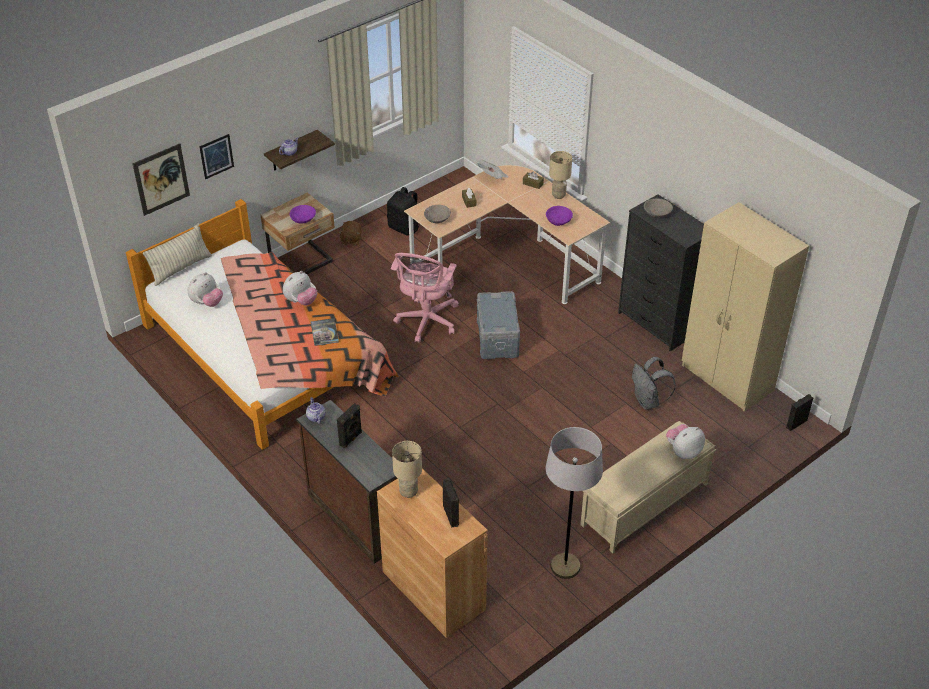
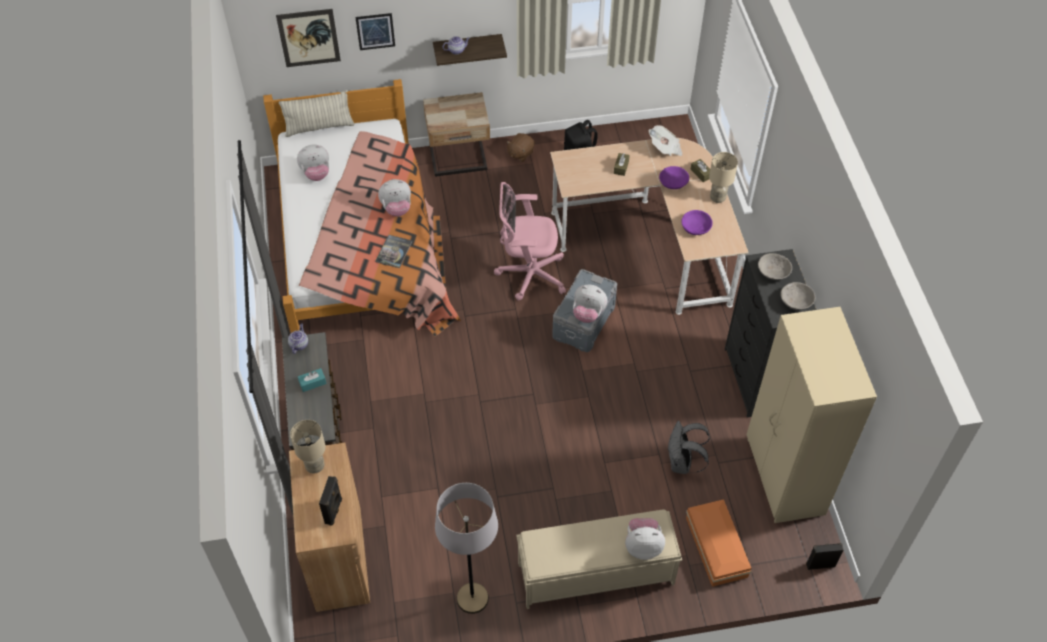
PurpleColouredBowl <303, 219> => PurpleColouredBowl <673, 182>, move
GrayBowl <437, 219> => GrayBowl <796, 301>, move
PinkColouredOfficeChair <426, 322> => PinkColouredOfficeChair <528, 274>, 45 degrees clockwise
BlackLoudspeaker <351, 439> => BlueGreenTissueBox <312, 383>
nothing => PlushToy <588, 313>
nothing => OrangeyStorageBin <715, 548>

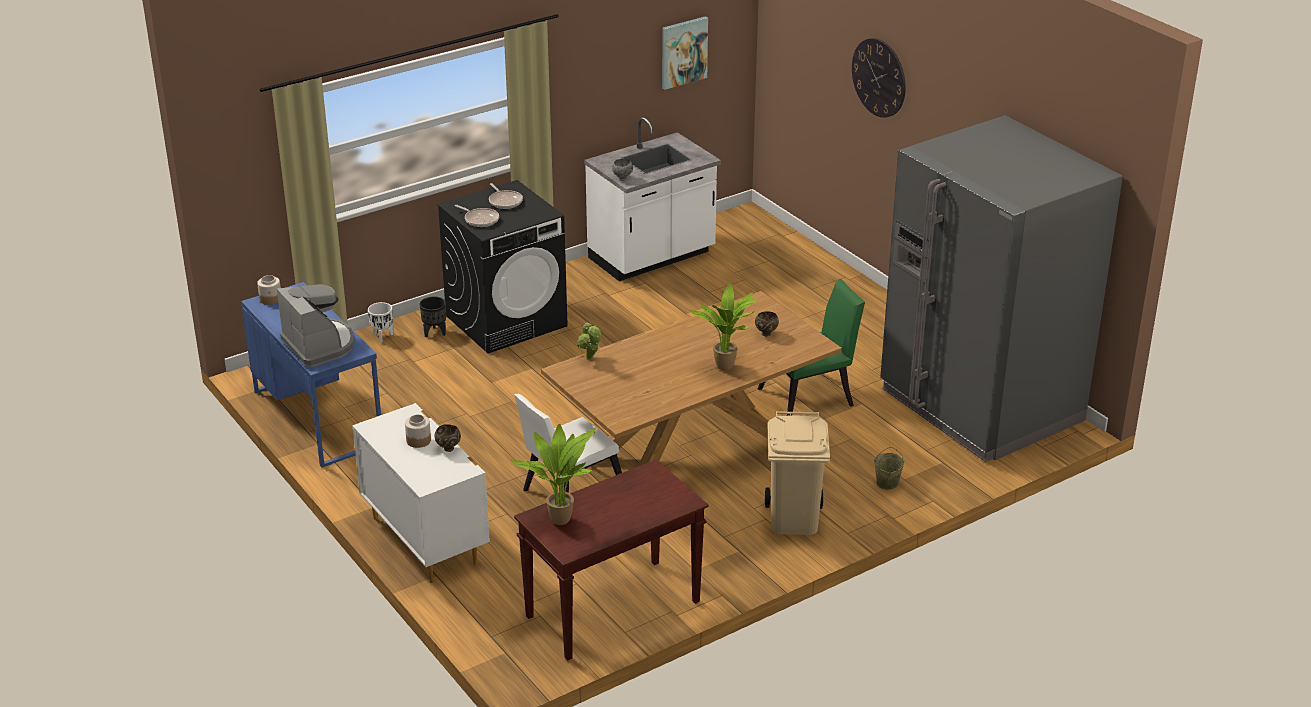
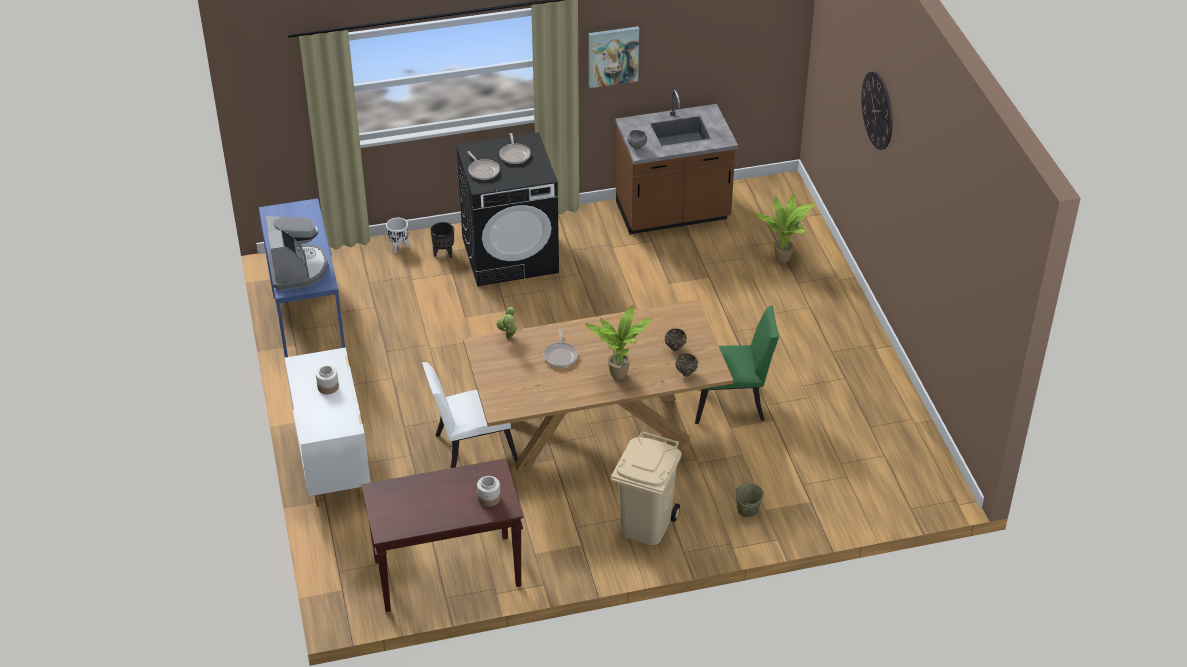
Picture <683, 52> => Picture <613, 56>, move
GrayKitchenFridge <981, 406> => nothing
WhitishKitchenCounter <652, 257> => BrownishKitchenCounter <673, 214>
PreserveJar <271, 299> => PreserveJar <489, 498>, move
BrownishBowl <448, 449> => BrownishBowl <685, 373>, move
Houseplant <560, 518> => Houseplant <783, 258>, move
nothing => FryingPan <560, 355>

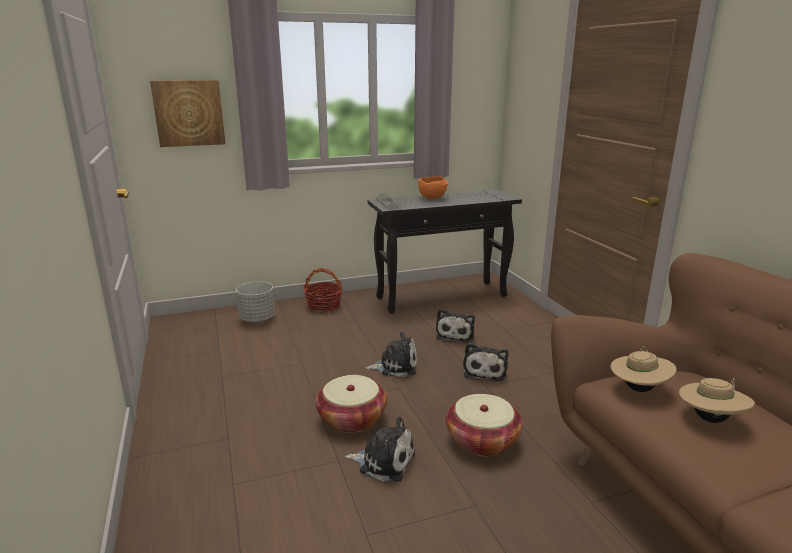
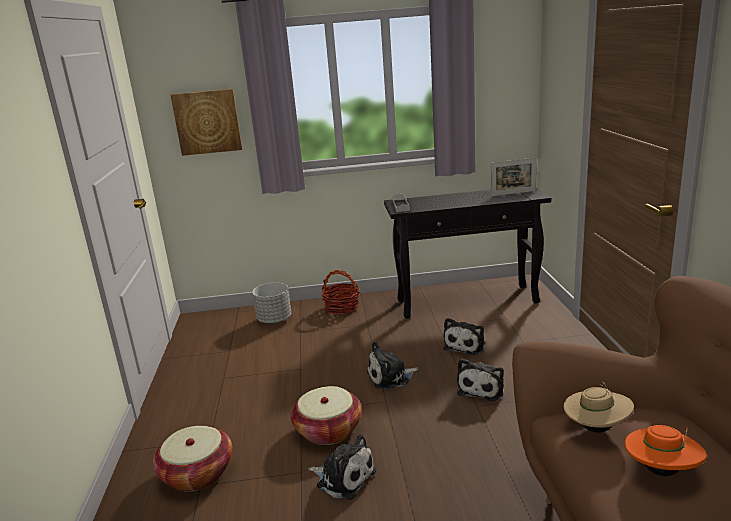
OrangeyBowl <433, 198> => nothing
PlushToy <395, 366> => PlushToy <390, 377>, 150 degrees clockwise
SandColouredHat <710, 419> => OrangeyHat <661, 470>
Basket <482, 440> => Basket <197, 474>, move
nothing => StandingFrame <513, 193>

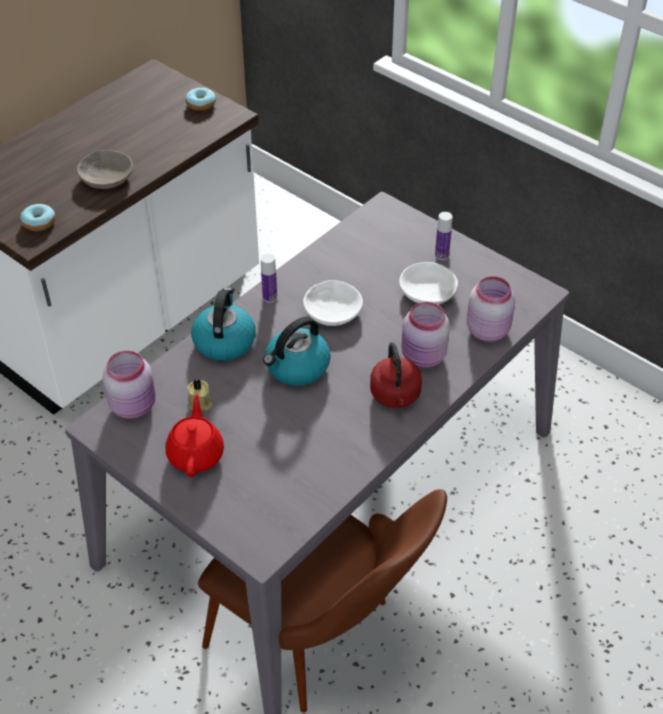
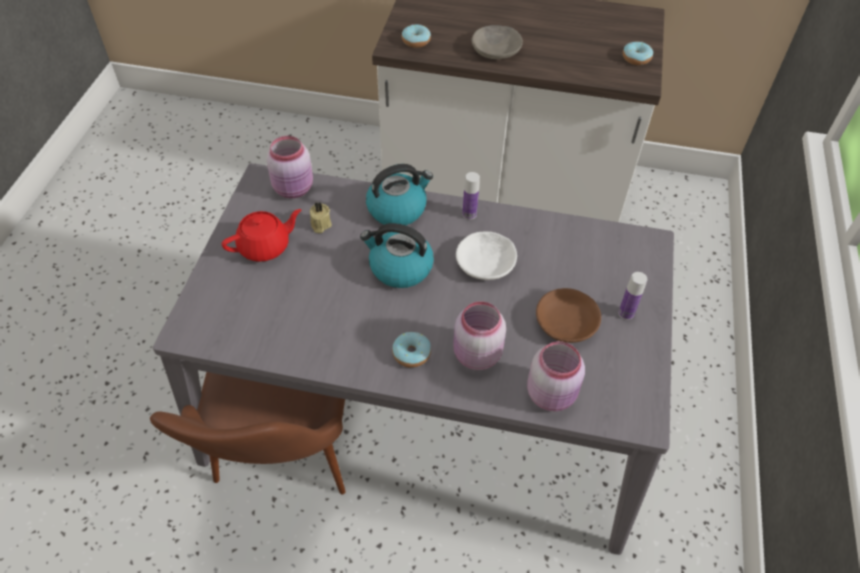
WhitishBowl <428, 292> => BrownishBowl <565, 323>
RedColouredWaterKettle <395, 396> => Donut <411, 353>

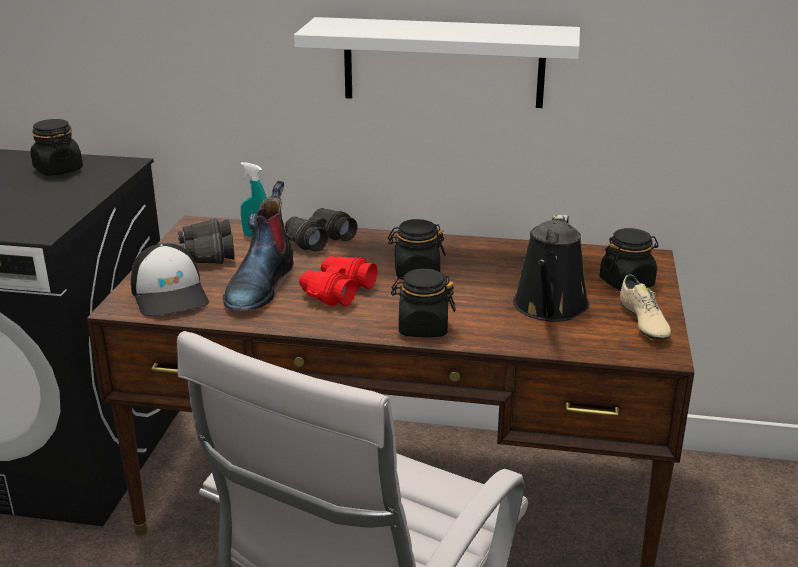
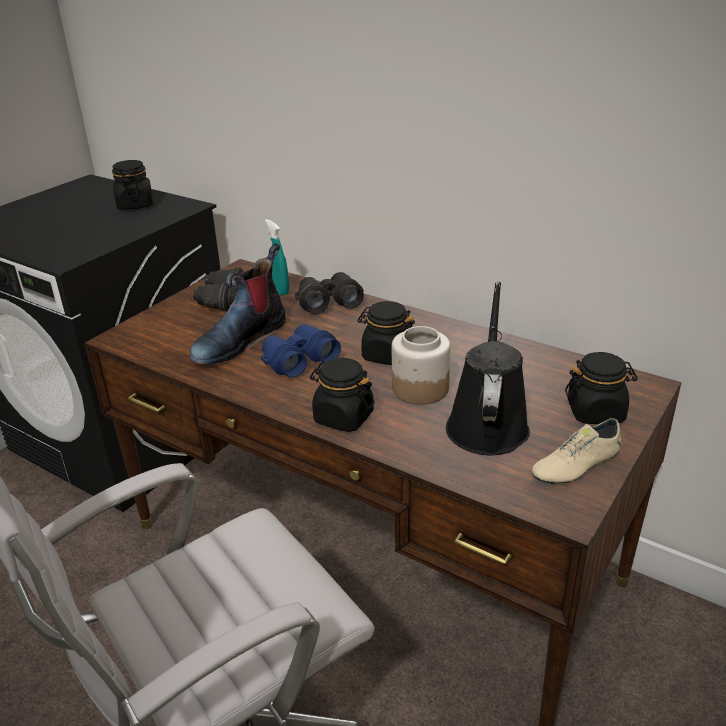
WhitishBracketShelf <443, 62> => nothing
BlackWateringPot <549, 307> => BlackWateringPot <487, 423>, 150 degrees clockwise
PeakedCap <170, 294> => nothing
RedColouredBinoculars <337, 291> => BluishBinoculars <299, 360>
SandColouredItemOfFootwear <643, 323> => SandColouredItemOfFootwear <575, 466>, 45 degrees clockwise
nothing => PreserveJar <419, 388>

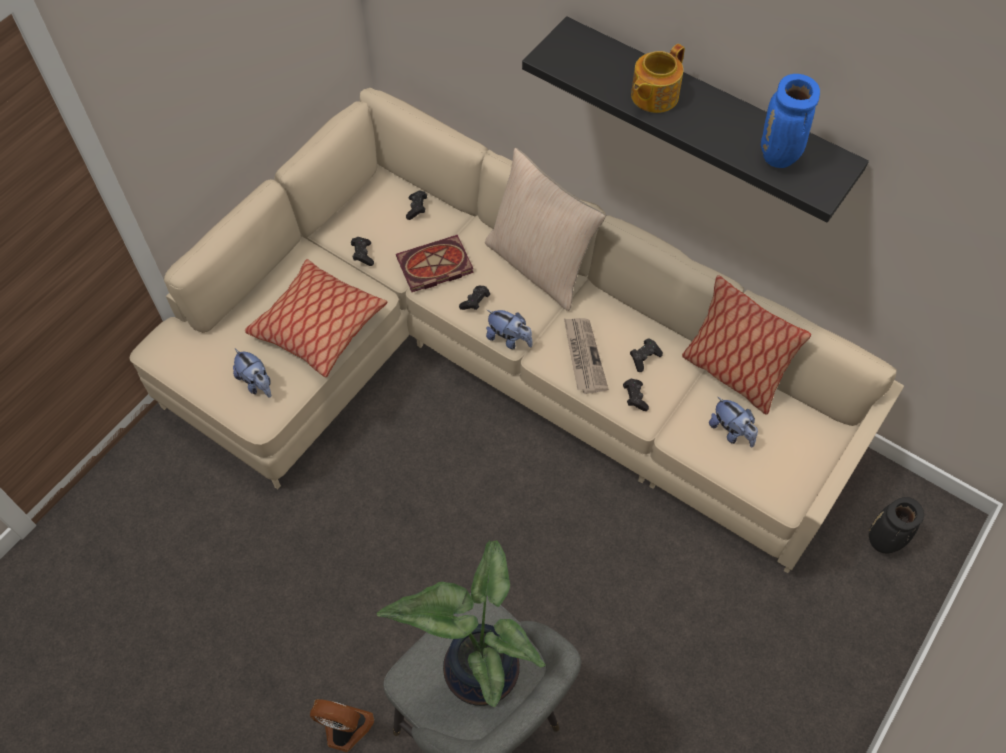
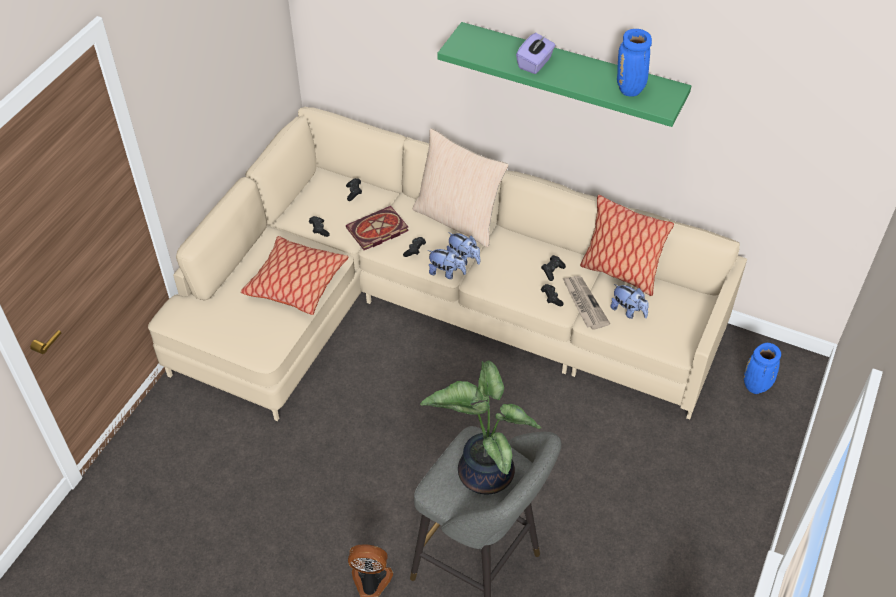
BlackBracketShelf <704, 109> => GreenColouredBracketShelf <571, 72>
TeaPot <653, 96> => PurpleColouredTissueBox <535, 63>
Newspaper <583, 356> => Newspaper <584, 303>, move
PlushToy <257, 383> => PlushToy <463, 258>, move
BlackVase <883, 542> => BluishVase <756, 387>

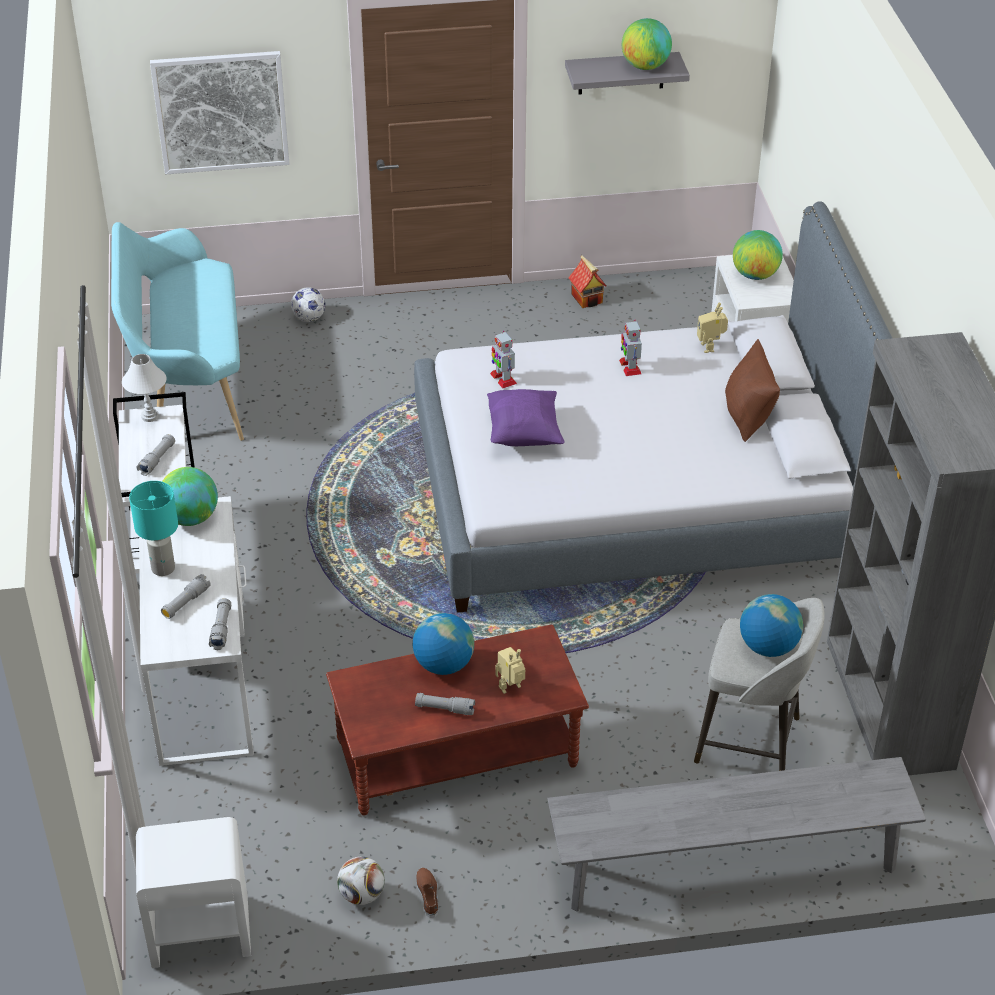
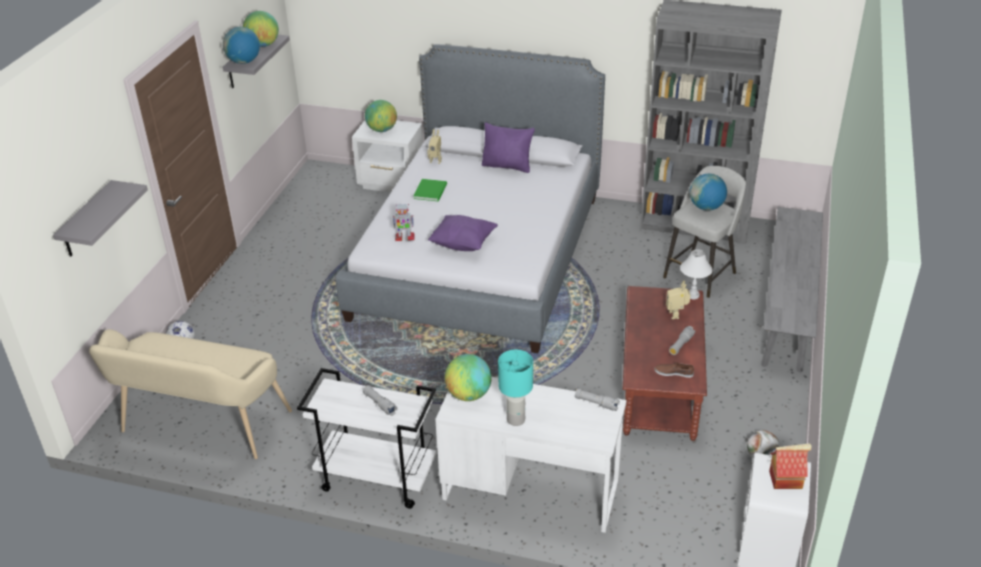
Picture <221, 112> => GrayBracketShelf <87, 220>
BlueGreenLongSeat <188, 385> => SandColouredLongSeat <200, 426>
ModelHouse <587, 298> => ModelHouse <786, 479>, move
ModelRobot <630, 367> => GreenColouredBook <431, 190>
BrownishThrowPillow <748, 416> => PurpleColouredThrowPillow <507, 166>
WhitishLampForATable <150, 416> => WhitishLampForATable <693, 295>, move
GrayFlashlight <186, 602> => nothing
WorldGlobe <443, 665> => WorldGlobe <244, 62>, move
BrownishItemOfFootwear <428, 894> => BrownishItemOfFootwear <673, 372>, move

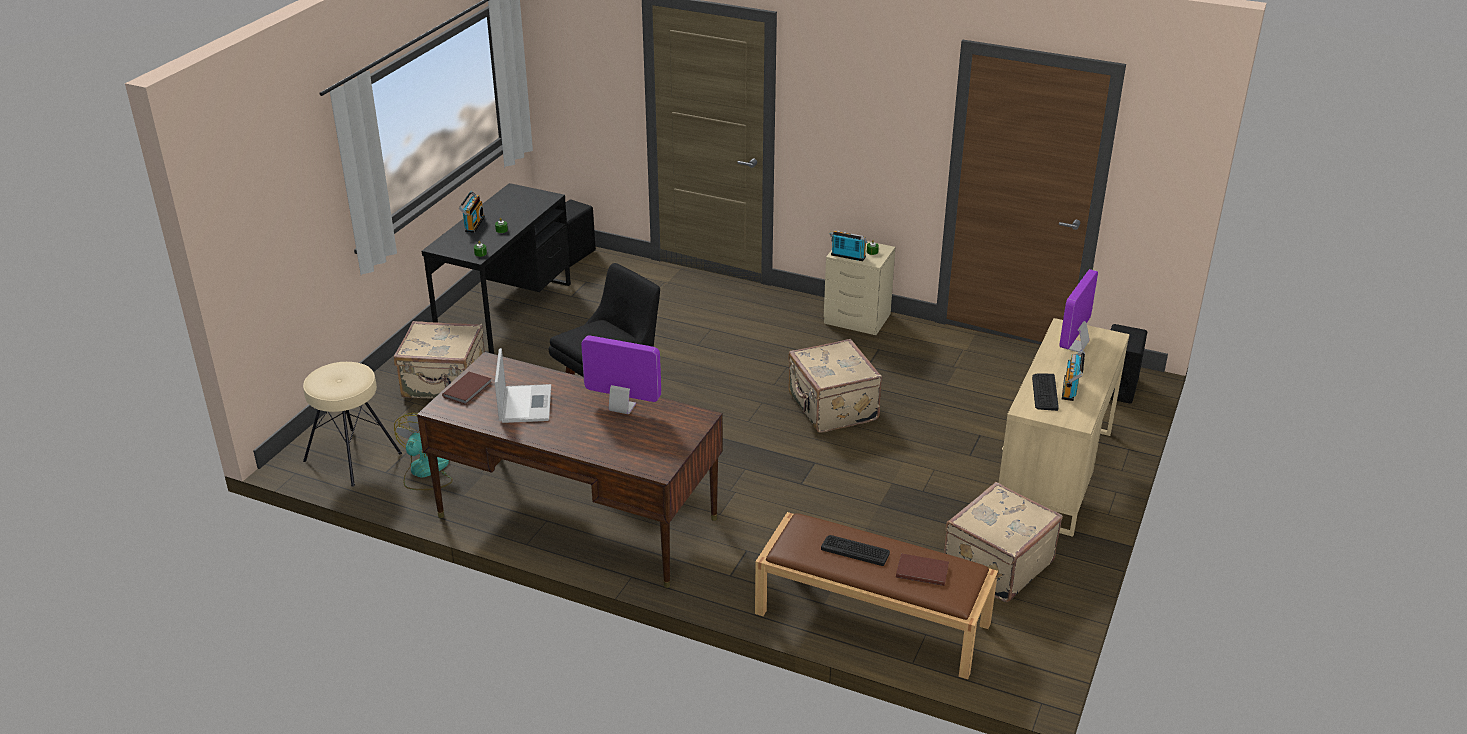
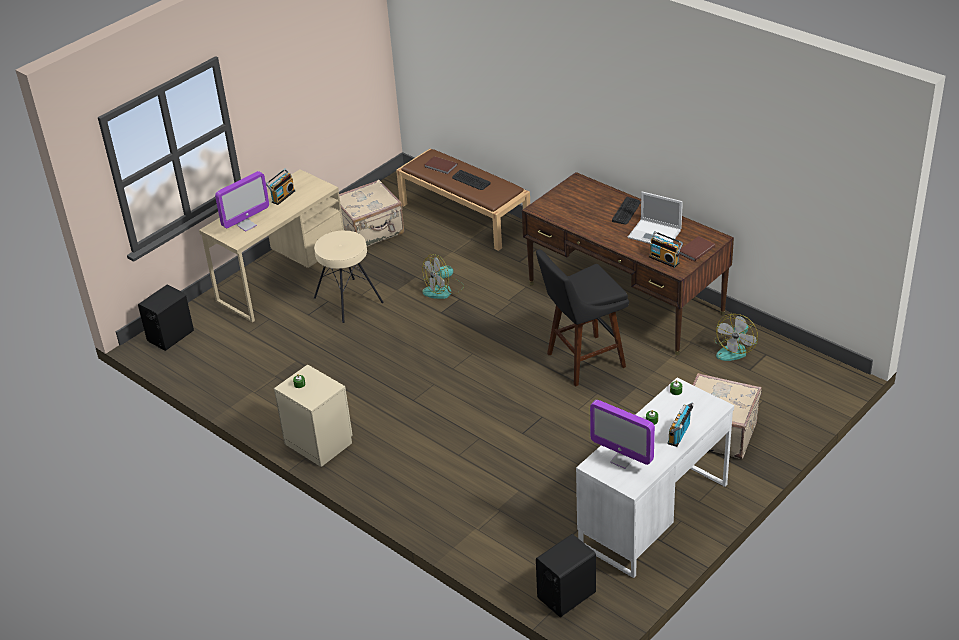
BlackDeskTable <506, 312> => WhitishDeskTable <653, 514>
RadioReceiver <847, 257> => RadioReceiver <665, 259>, move
Monitor <622, 408> => Monitor <622, 460>, move
SandColouredPieceOfLuggage <831, 408> => nothing
PortableComputer <525, 403> => PortableComputer <655, 234>, 75 degrees counterclockwise
SandColouredStoolSeat <353, 456> => SandColouredStoolSeat <348, 300>, move
ComputerKeyboard <1044, 392> => ComputerKeyboard <626, 211>, move
nothing => Fan <443, 290>

